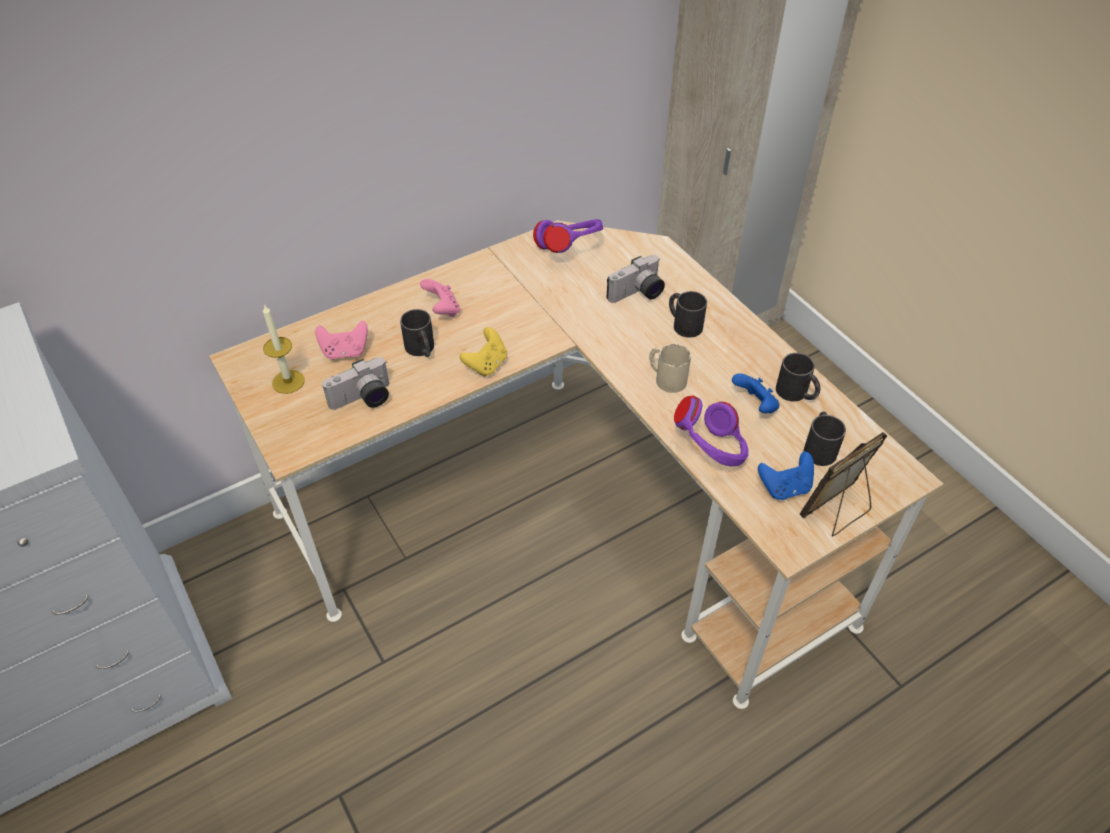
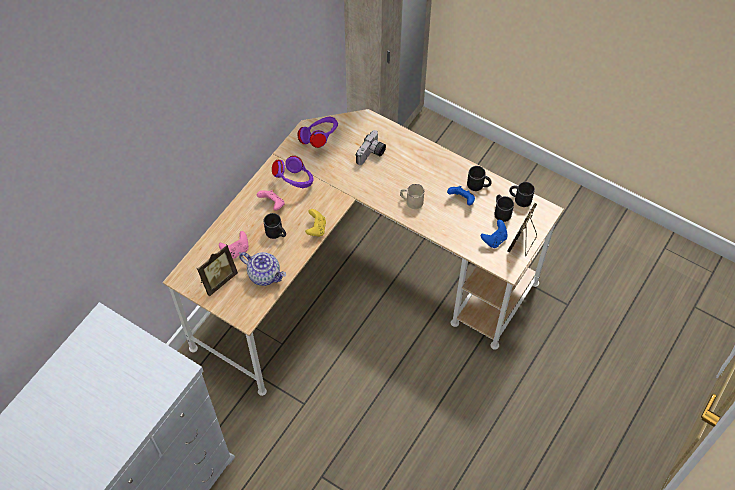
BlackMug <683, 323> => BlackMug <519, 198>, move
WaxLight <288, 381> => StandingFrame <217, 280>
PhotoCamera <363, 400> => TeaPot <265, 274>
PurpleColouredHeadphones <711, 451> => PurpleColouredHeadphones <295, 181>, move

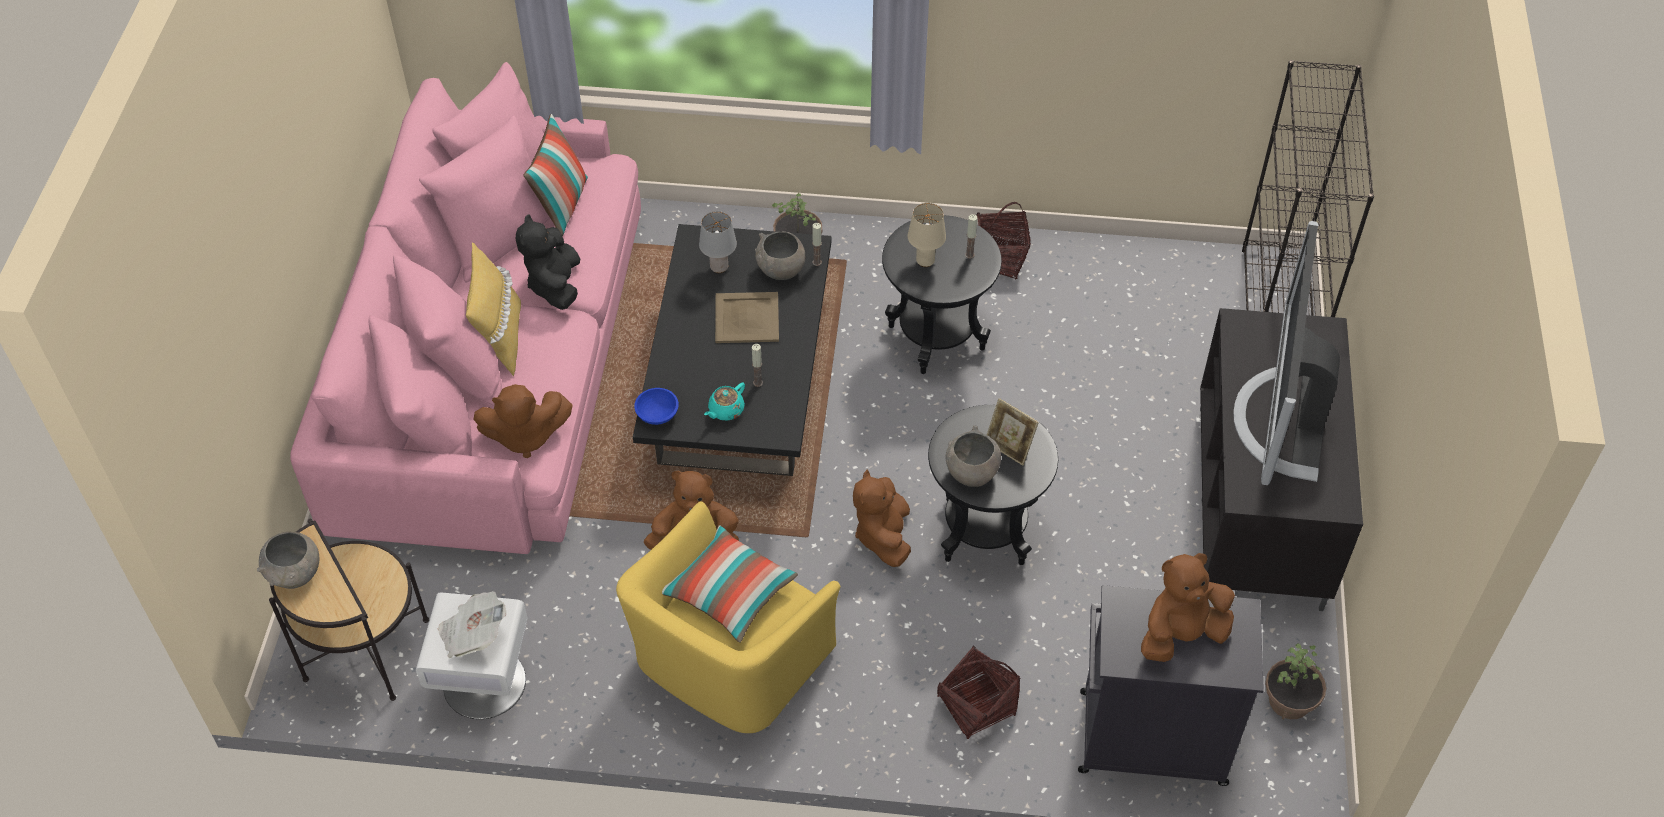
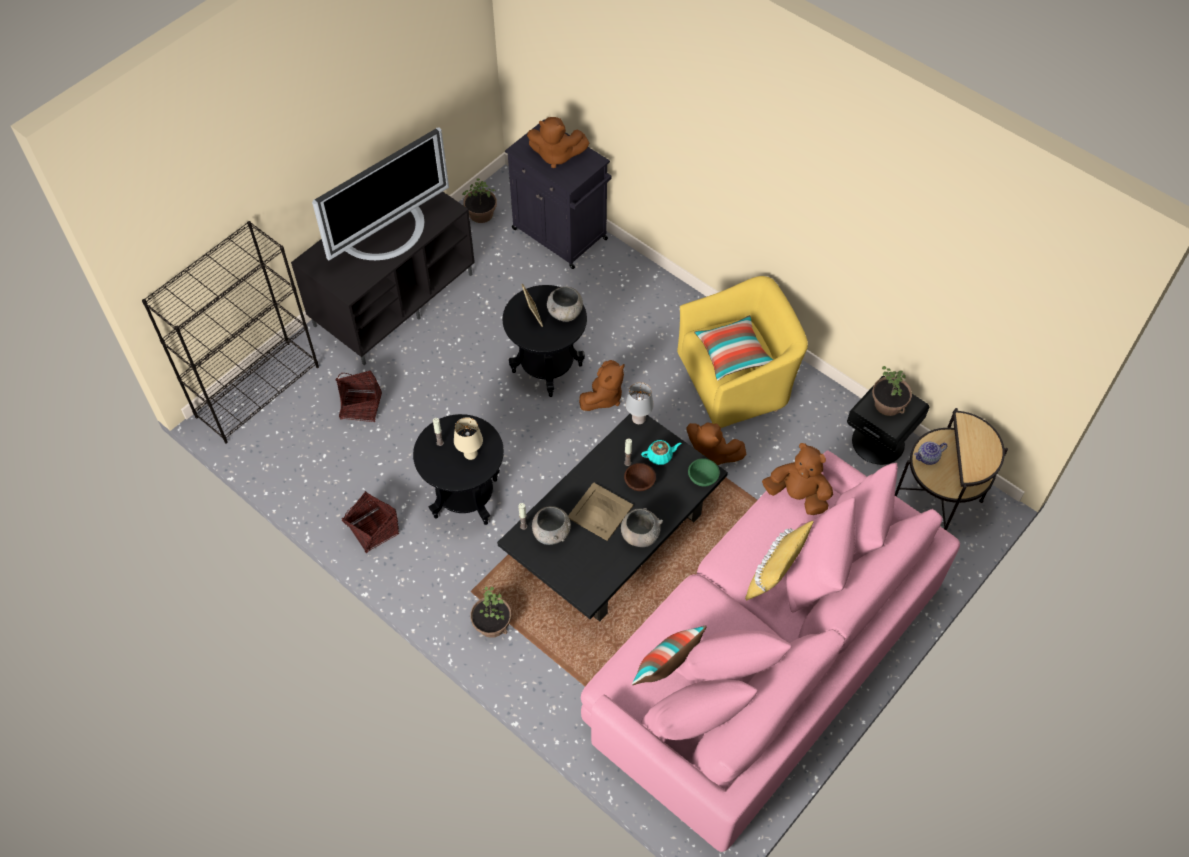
GrayLampForATable <719, 267> => GrayLampForATable <638, 419>, move
BlackPlushToy <555, 285> => nothing
BluishBowl <657, 414> => GreenColouredBowl <703, 478>
GrayBowl <295, 575> => GrayBowl <640, 536>, move
Newspaper <473, 634> => Houseplant <888, 404>
WhitishNightTable <484, 684> => BlackNightTable <878, 441>
Basket <976, 706> => Basket <361, 406>, move
nothing => TeaPot <927, 458>
nothing => BrownishBowl <639, 482>

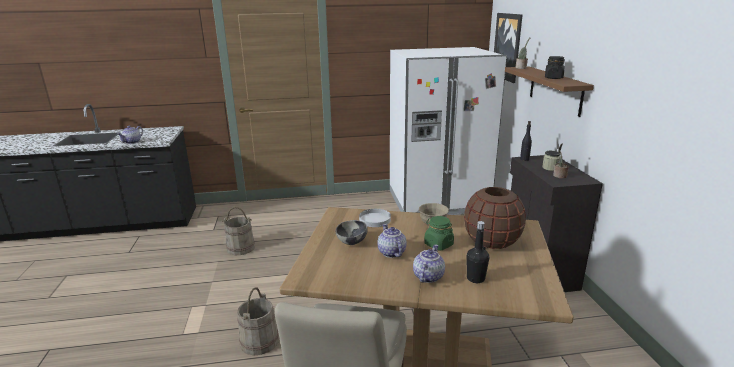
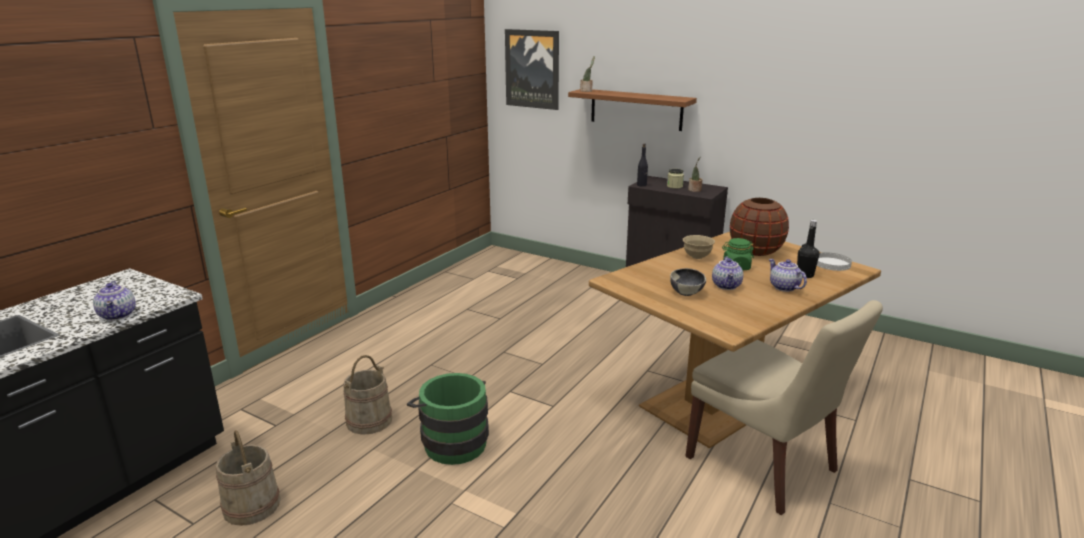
WhitishKitchenFridge <437, 201> => nothing
BlackPreserveJar <553, 78> => nothing
WhitishPlate <374, 219> => WhitishPlate <831, 264>, move
TeaPot <391, 252> => TeaPot <727, 286>, 105 degrees counterclockwise
SandColouredPail <259, 341> => SandColouredPail <252, 505>, move
nothing => GreenColouredPail <452, 441>

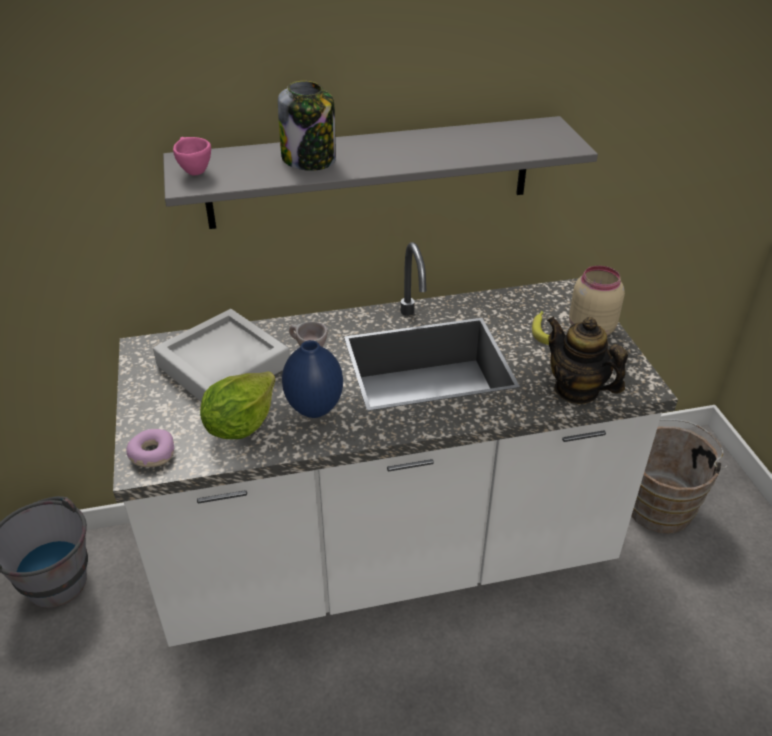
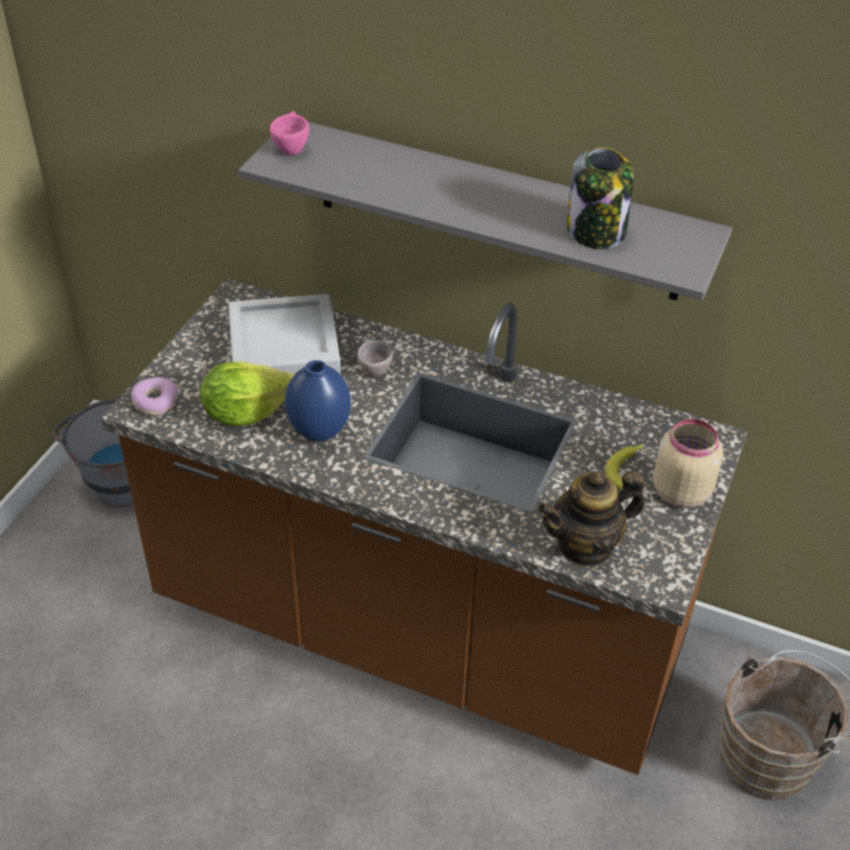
PreserveJar <310, 160> => PreserveJar <596, 231>, move
WhitishKitchenCounter <386, 554> => BrownishKitchenCounter <419, 628>
TeaPot <576, 390> => TeaPot <586, 546>, 105 degrees counterclockwise

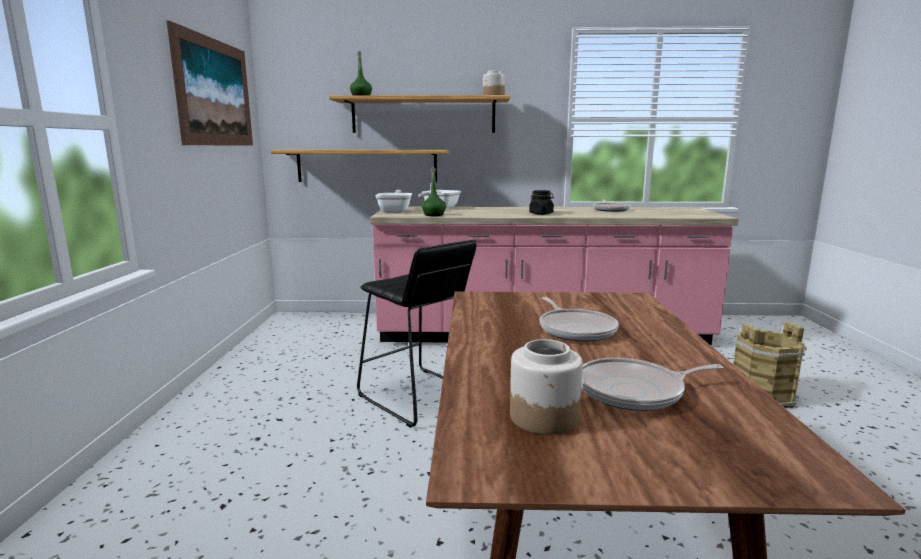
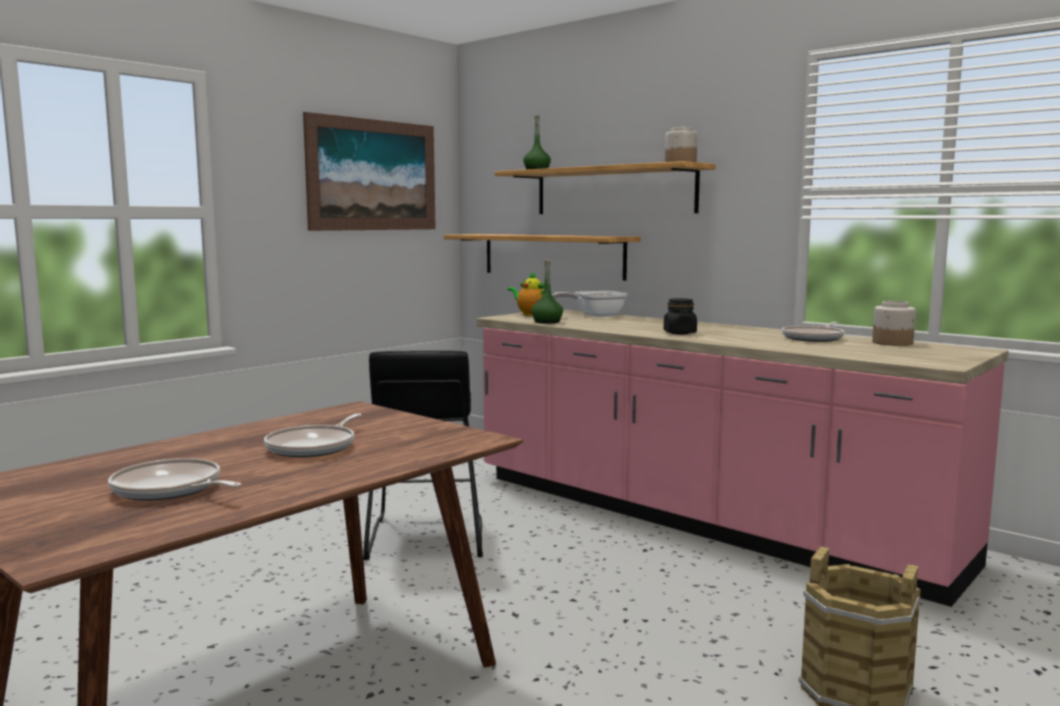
FryingPan <395, 211> => TeaPot <530, 314>
PreserveJar <544, 417> => PreserveJar <893, 343>, move

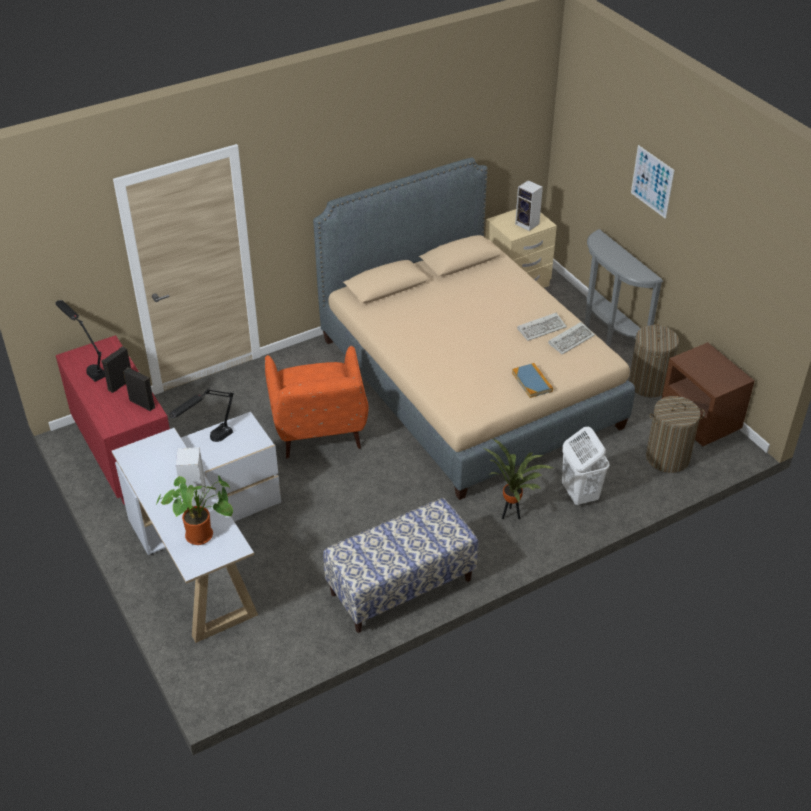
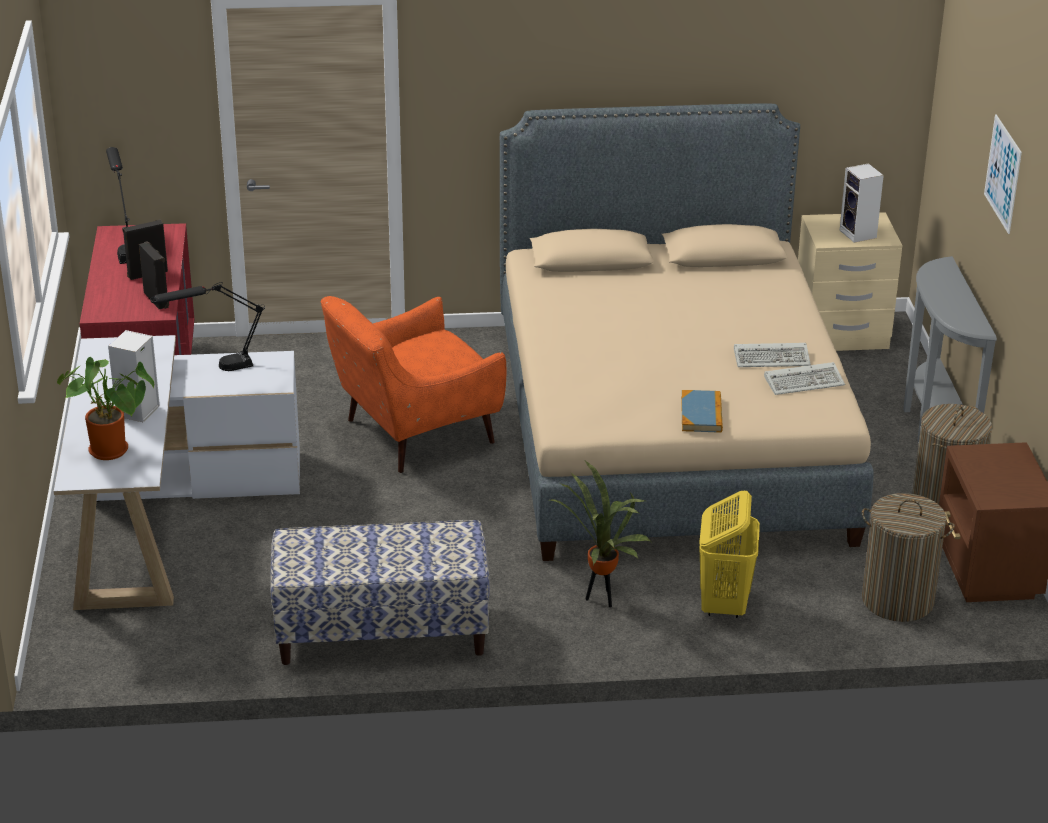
OrangeyArmchair <318, 433> => OrangeyArmchair <412, 434>, 45 degrees clockwise
WhitishHamper <579, 494> => YellowColouredHamper <723, 604>

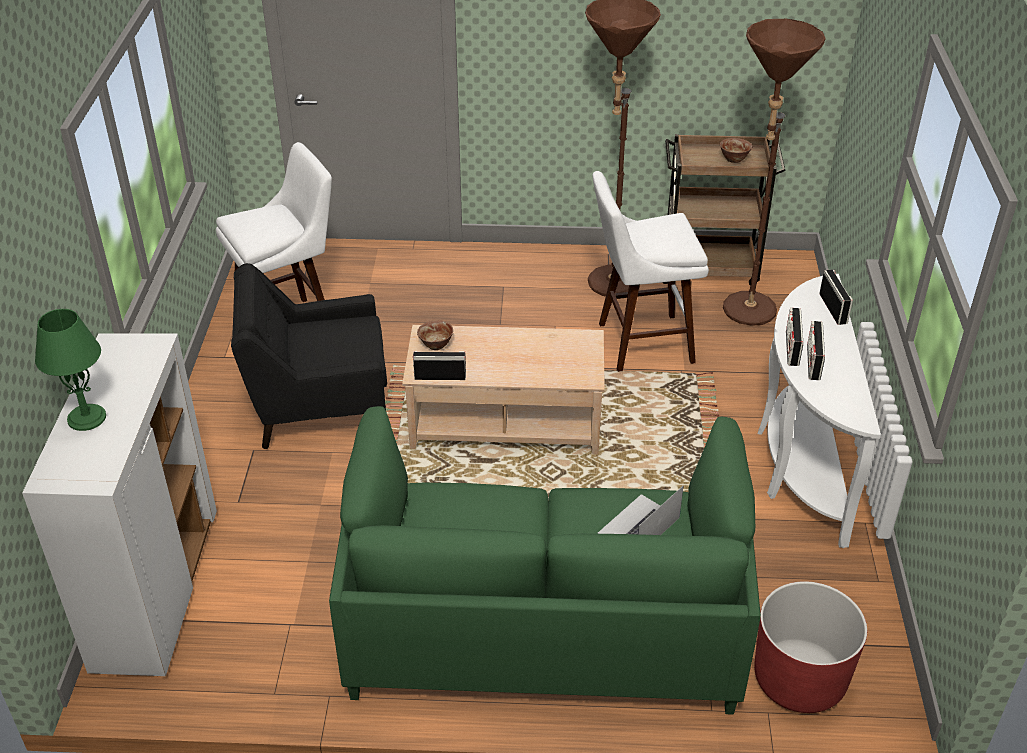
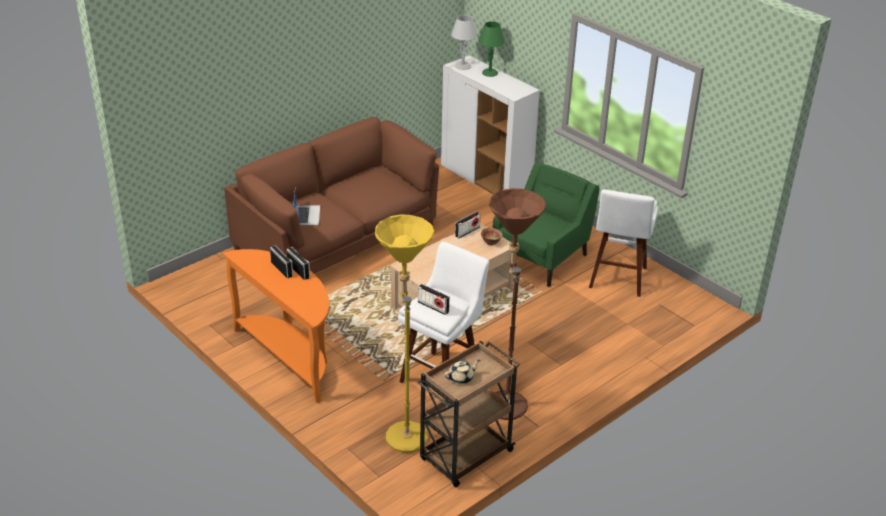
BrownishStandardLamp <744, 316> => YellowColouredStandardLamp <404, 431>
Bowl <734, 159> => SandColouredTeaPot <461, 378>
BlackArmchair <318, 406> => GreenColouredArmchair <541, 258>
RadioReceiver <833, 308> => RadioReceiver <433, 307>, move
WhitishNarrowTable <799, 463> => OrangeyNarrowTable <290, 357>
GreenColouredCouch <543, 624> => BrownishCouch <336, 240>
RedColouredPlantPot <799, 679> => nothing
nothing => GrayLampForATable <463, 66>

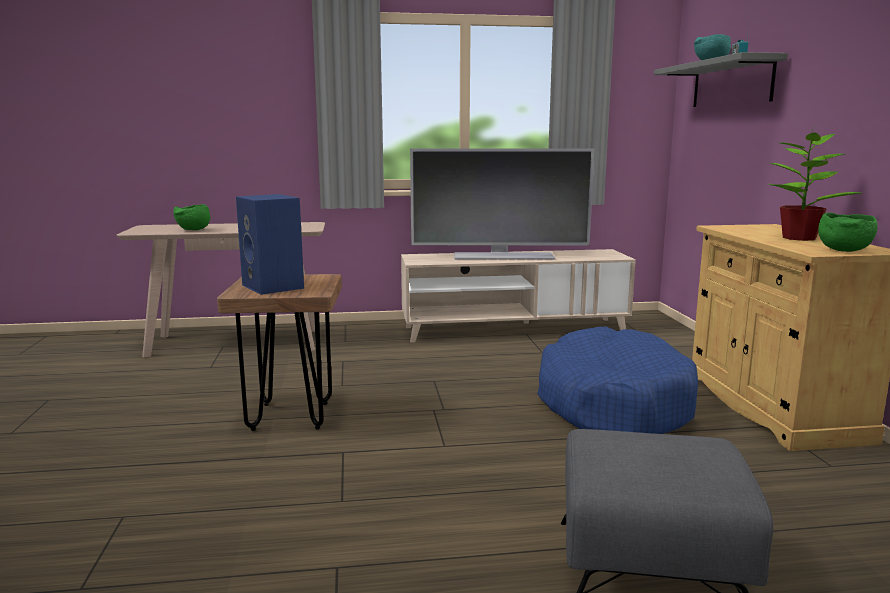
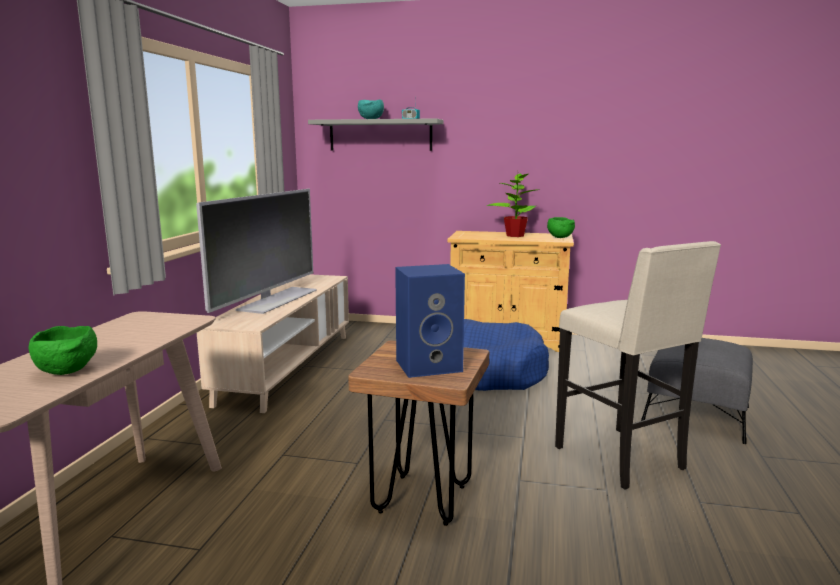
nothing => SandColouredStoolSeat <622, 459>

